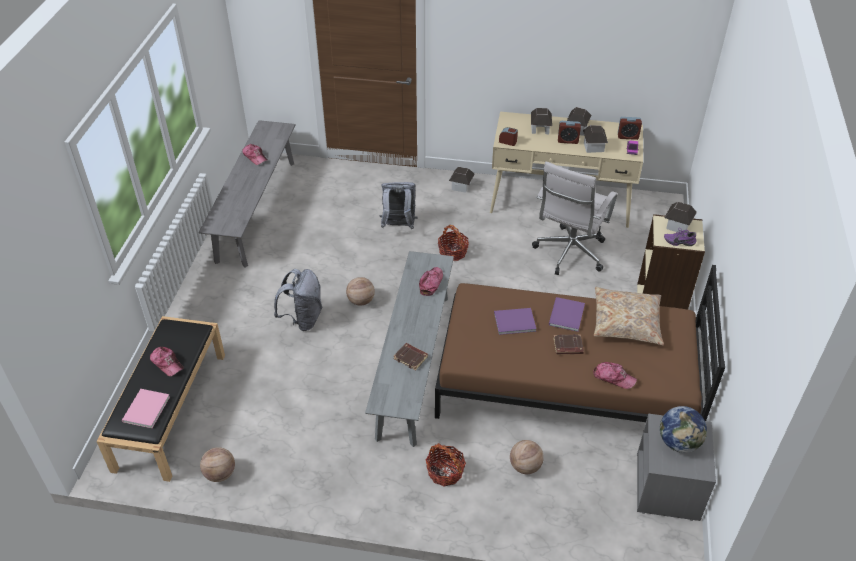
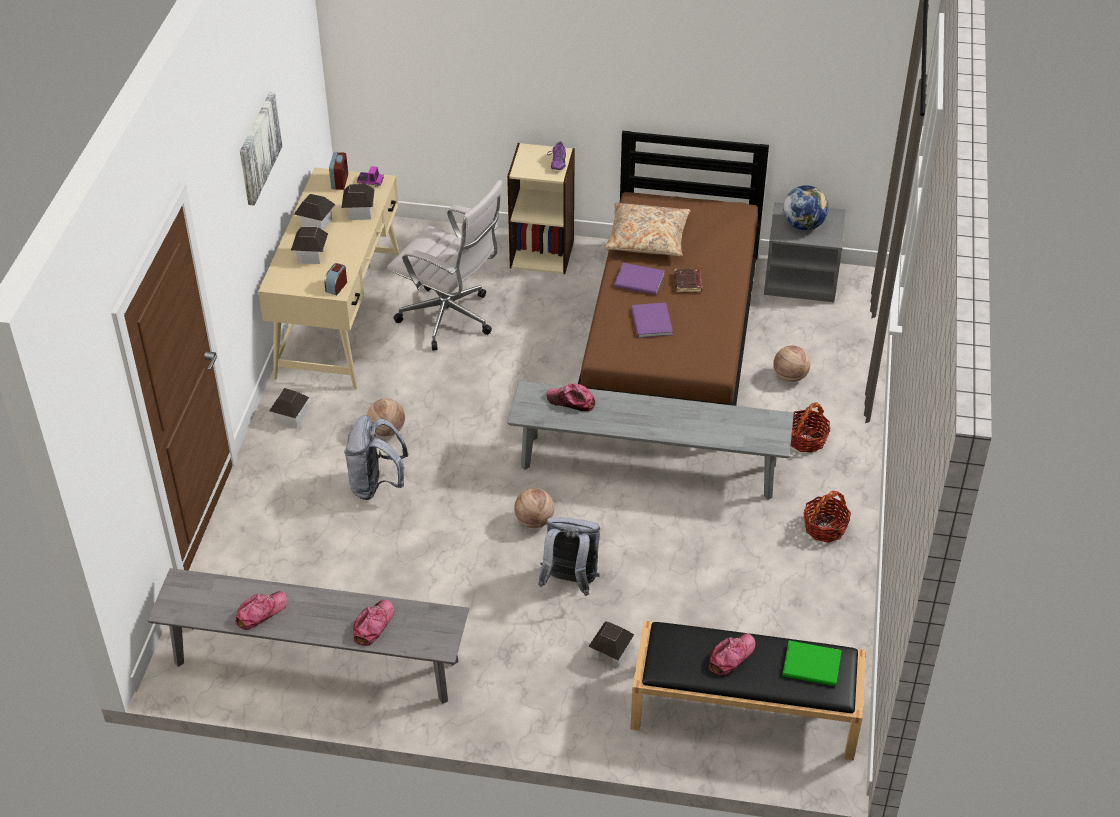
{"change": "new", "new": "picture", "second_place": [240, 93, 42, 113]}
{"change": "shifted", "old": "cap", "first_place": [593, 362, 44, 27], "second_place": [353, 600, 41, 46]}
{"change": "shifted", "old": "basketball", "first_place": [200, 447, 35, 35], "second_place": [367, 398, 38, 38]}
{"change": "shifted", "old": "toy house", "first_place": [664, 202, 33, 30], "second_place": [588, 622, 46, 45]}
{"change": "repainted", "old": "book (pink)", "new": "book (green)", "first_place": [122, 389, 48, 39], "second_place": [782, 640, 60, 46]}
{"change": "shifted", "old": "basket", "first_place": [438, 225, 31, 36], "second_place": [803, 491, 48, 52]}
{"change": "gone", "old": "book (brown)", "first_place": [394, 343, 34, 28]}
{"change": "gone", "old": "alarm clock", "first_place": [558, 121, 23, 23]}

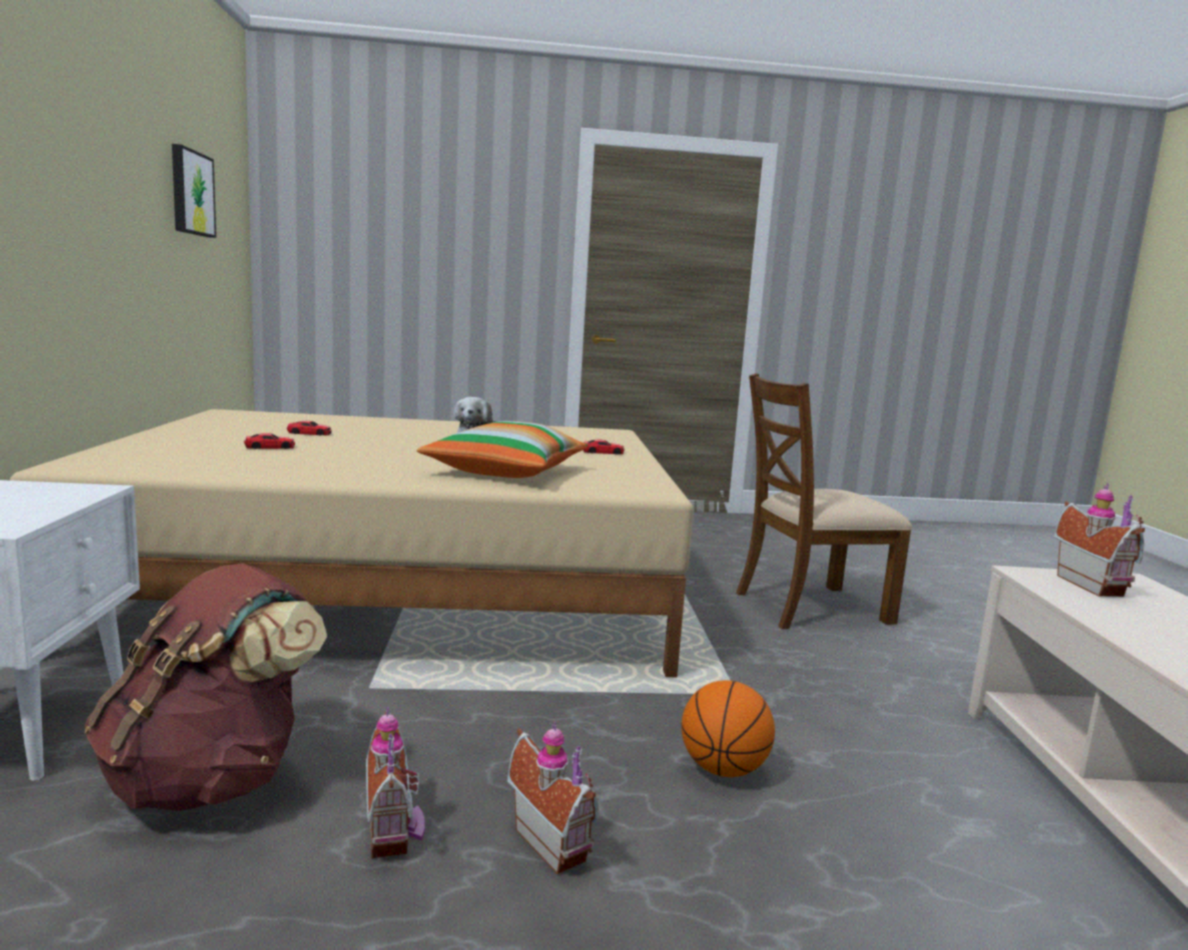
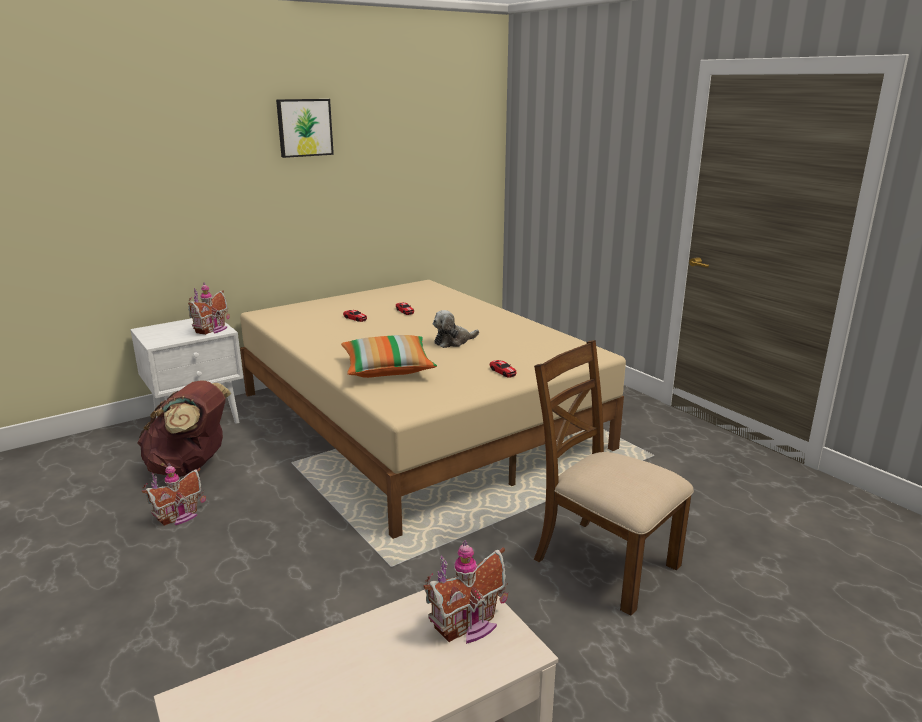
{"change": "shifted", "old": "toy house", "first_place": [507, 721, 92, 154], "second_place": [188, 282, 42, 53]}
{"change": "shifted", "old": "picture", "first_place": [172, 144, 44, 94], "second_place": [276, 99, 58, 59]}
{"change": "gone", "old": "basketball", "first_place": [681, 680, 94, 97]}

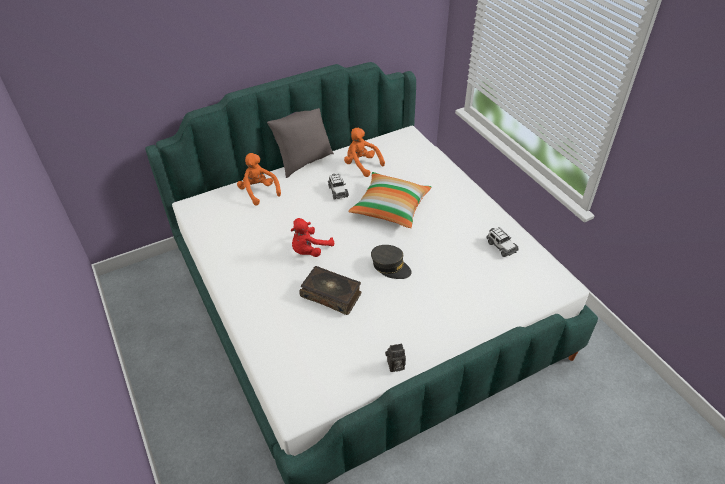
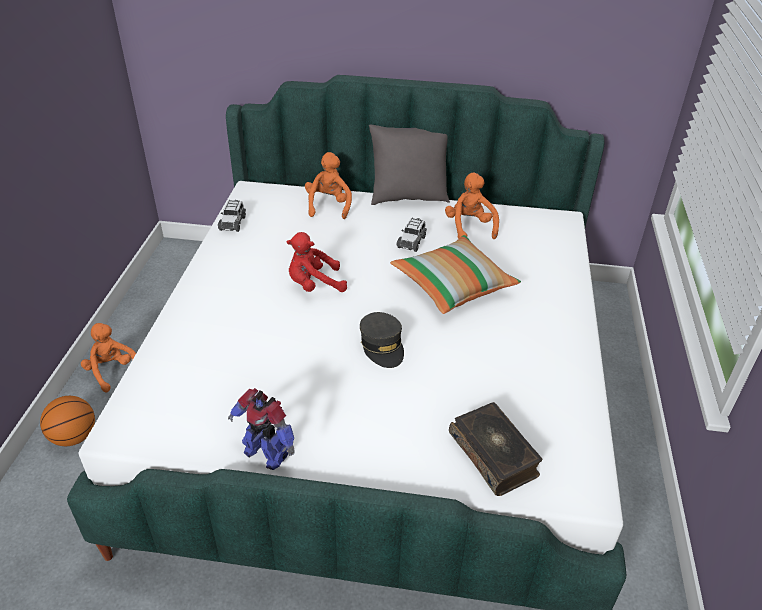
{"change": "new", "new": "basketball", "second_place": [40, 396, 55, 50]}
{"change": "new", "new": "plush toy (orange)", "second_place": [81, 323, 55, 69]}
{"change": "shifted", "old": "toy car", "first_place": [487, 227, 32, 30], "second_place": [218, 200, 28, 32]}
{"change": "swapped", "old": "photo camera", "new": "toy robot", "first_place": [385, 343, 21, 29], "second_place": [228, 388, 67, 82]}
{"change": "shifted", "old": "book", "first_place": [299, 266, 62, 49], "second_place": [449, 402, 93, 94]}

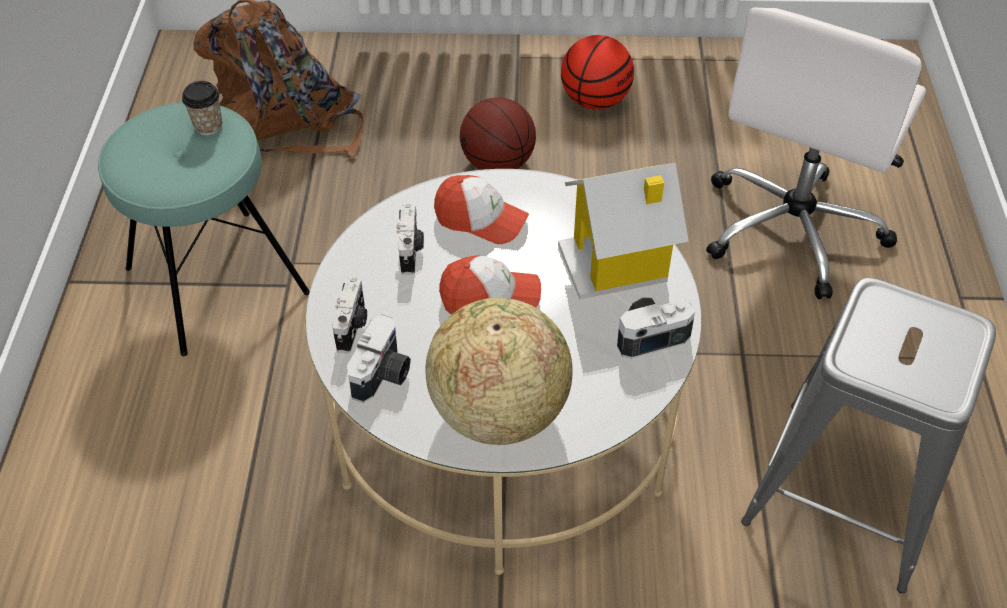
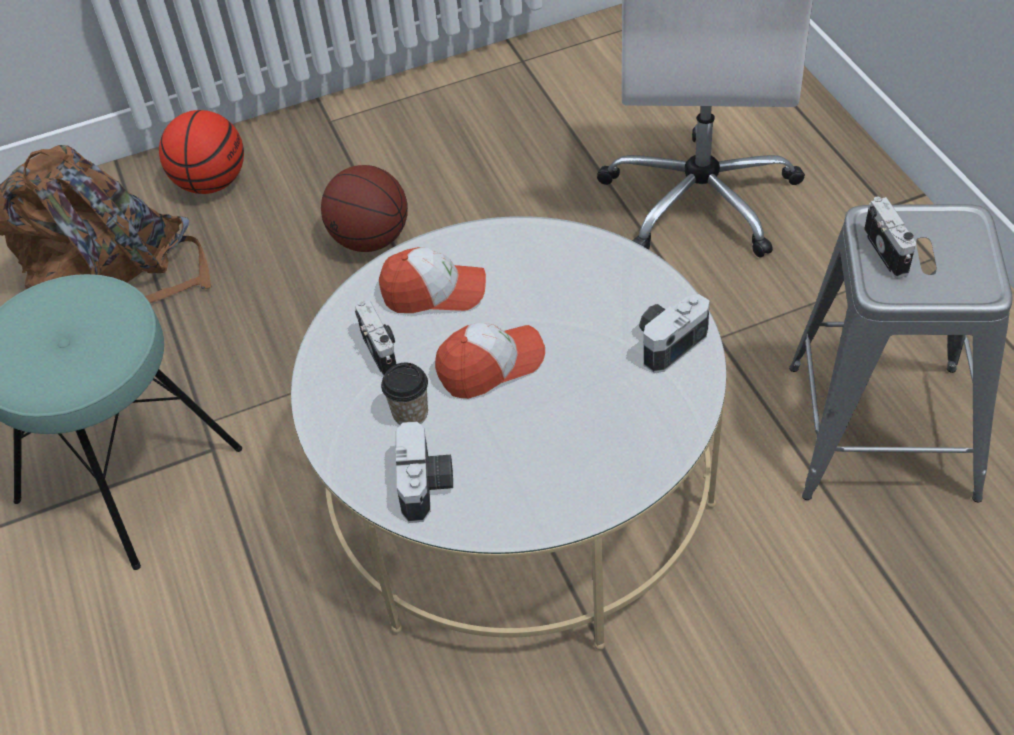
{"change": "shifted", "old": "basketball", "first_place": [561, 35, 73, 75], "second_place": [159, 110, 85, 84]}
{"change": "shifted", "old": "cup", "first_place": [182, 81, 40, 54], "second_place": [381, 363, 47, 62]}
{"change": "shifted", "old": "photo camera", "first_place": [332, 277, 35, 76], "second_place": [864, 197, 52, 81]}
{"change": "gone", "old": "globe", "first_place": [425, 297, 147, 148]}
{"change": "gone", "old": "toy house", "first_place": [558, 163, 131, 137]}

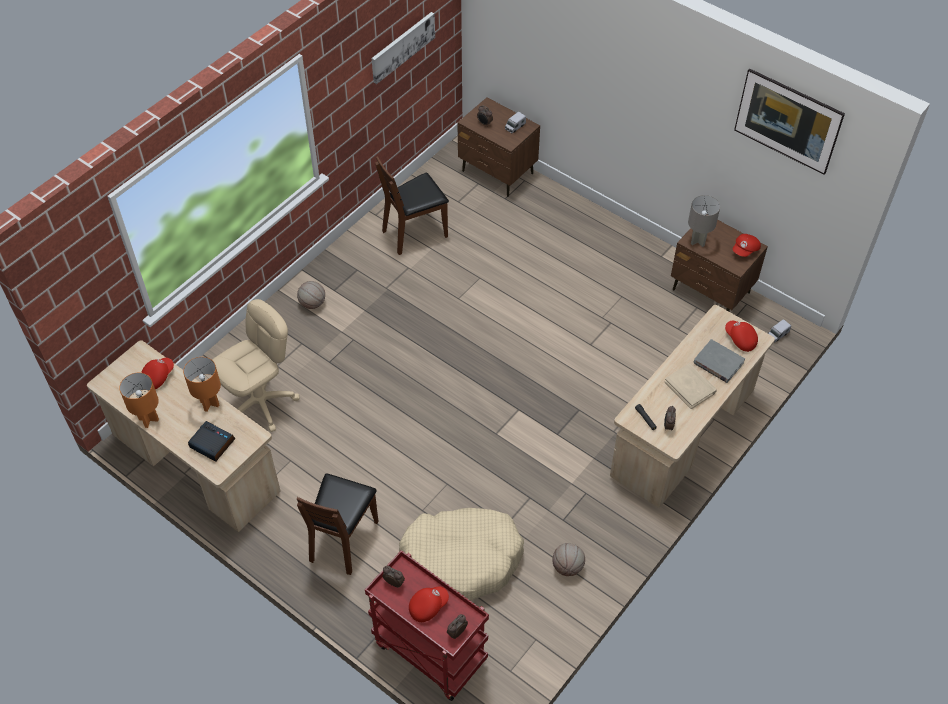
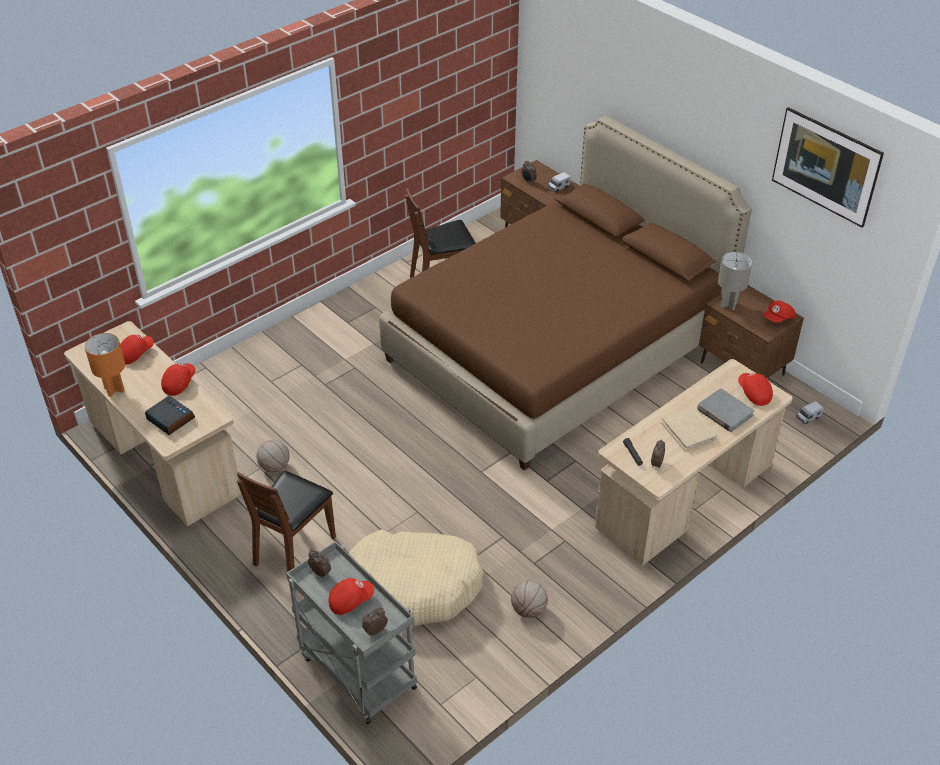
{"change": "swapped", "old": "table lamp (orange)", "new": "cap (red)", "first_place": [183, 357, 38, 55], "second_place": [161, 363, 34, 33]}
{"change": "shifted", "old": "basketball", "first_place": [297, 281, 28, 28], "second_place": [256, 440, 34, 33]}
{"change": "repainted", "old": "cart (red)", "new": "cart (grey)", "first_place": [365, 550, 124, 151], "second_place": [286, 541, 131, 184]}
{"change": "new", "new": "bed (brown)", "second_place": [379, 116, 373, 355]}
{"change": "gone", "old": "office chair (beige)", "first_place": [213, 299, 87, 133]}
{"change": "gone", "old": "picture", "first_place": [372, 12, 63, 72]}

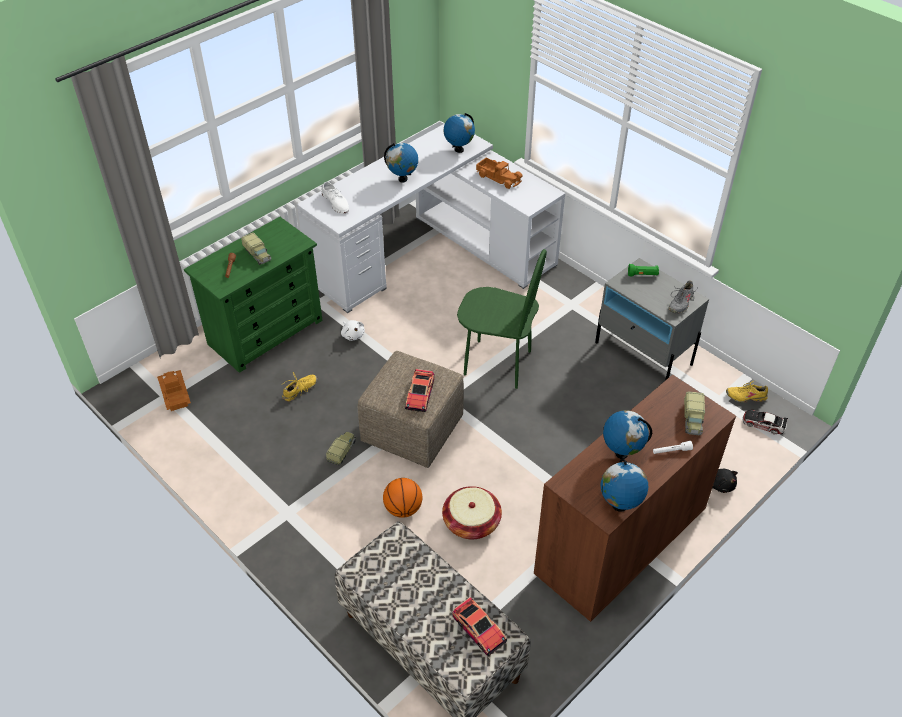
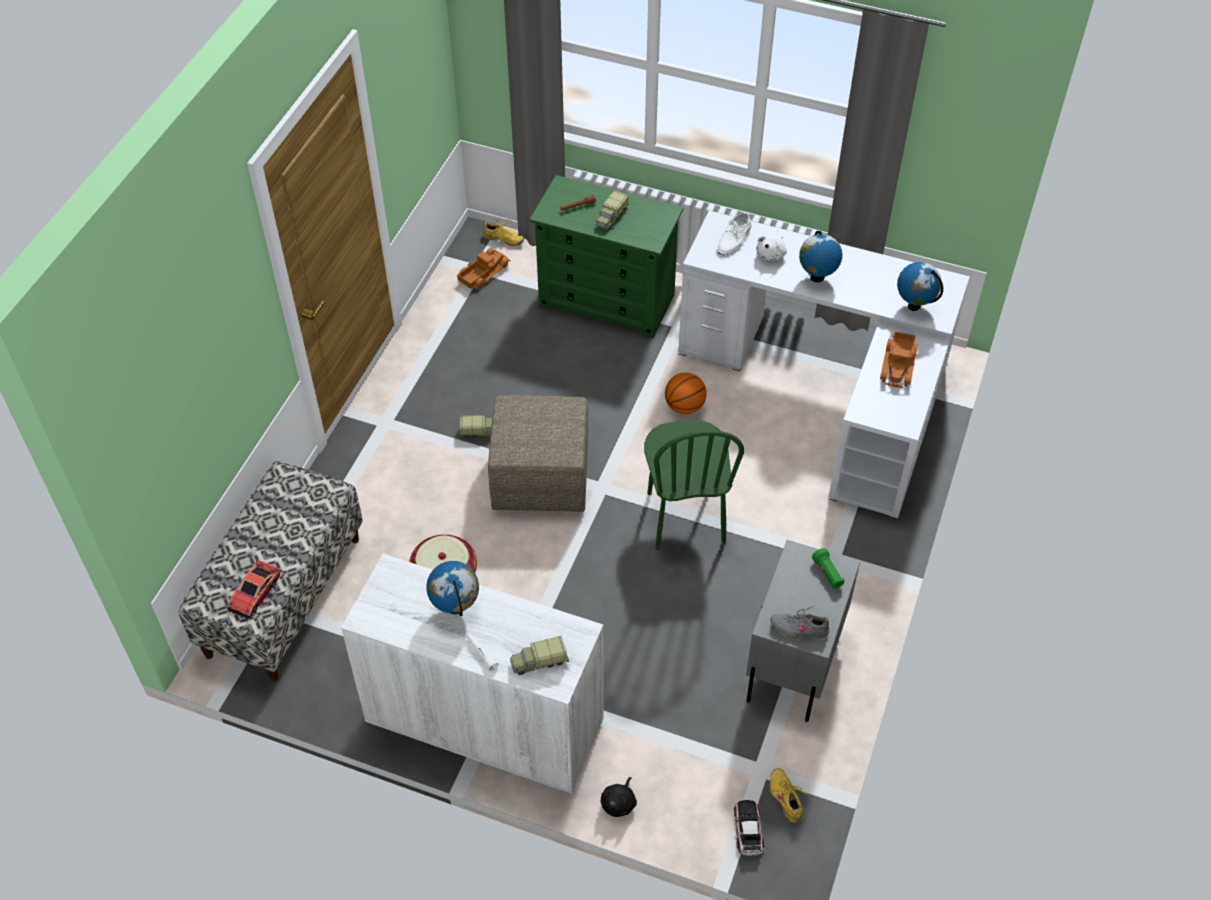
{"change": "repainted", "old": "cabinet (brown)", "new": "cabinet (white)", "first_place": [534, 375, 202, 247], "second_place": [341, 554, 263, 240]}
{"change": "shifted", "old": "shoe (yellow)", "first_place": [281, 372, 36, 30], "second_place": [483, 218, 41, 28]}
{"change": "shifted", "old": "basketball", "first_place": [383, 478, 39, 40], "second_place": [665, 373, 42, 41]}
{"change": "shifted", "old": "plush toy (white)", "first_place": [341, 320, 24, 21], "second_place": [756, 235, 31, 26]}
{"change": "gone", "old": "toy car", "first_place": [405, 369, 29, 43]}
{"change": "gone", "old": "globe", "first_place": [601, 458, 47, 54]}

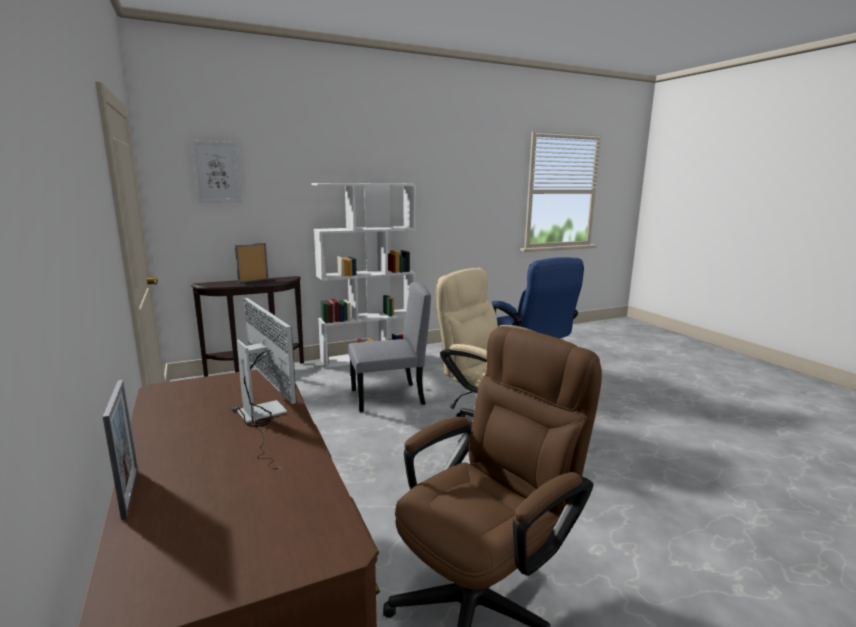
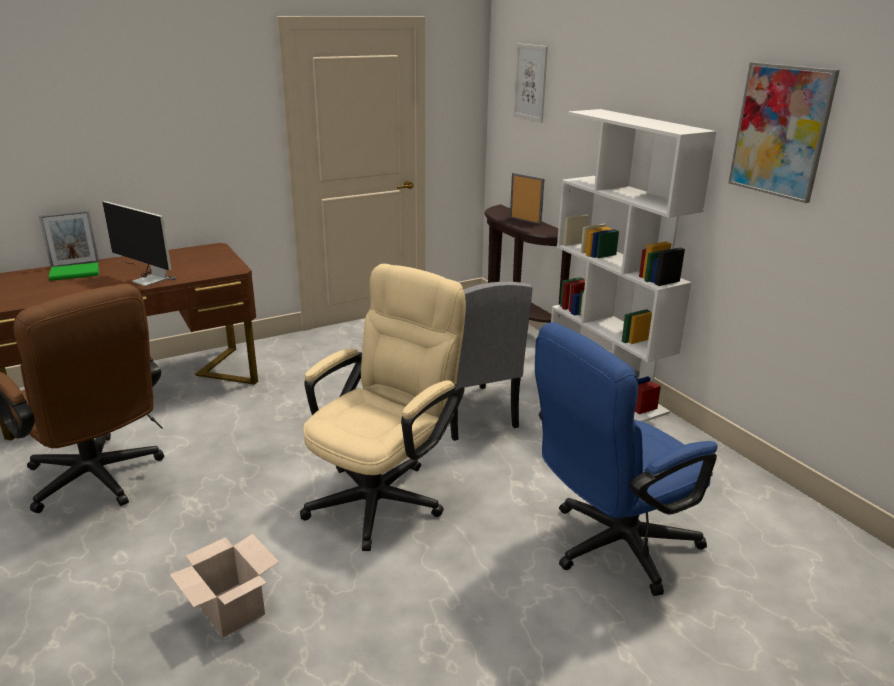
{"change": "new", "new": "book (green)", "second_place": [49, 262, 50, 19]}
{"change": "rotated", "old": "monitor", "first_place": [231, 298, 66, 171], "second_place": [102, 201, 74, 85], "degrees": 75}
{"change": "new", "new": "cardboard box", "second_place": [169, 534, 110, 104]}
{"change": "new", "new": "picture", "second_place": [728, 62, 112, 141]}

